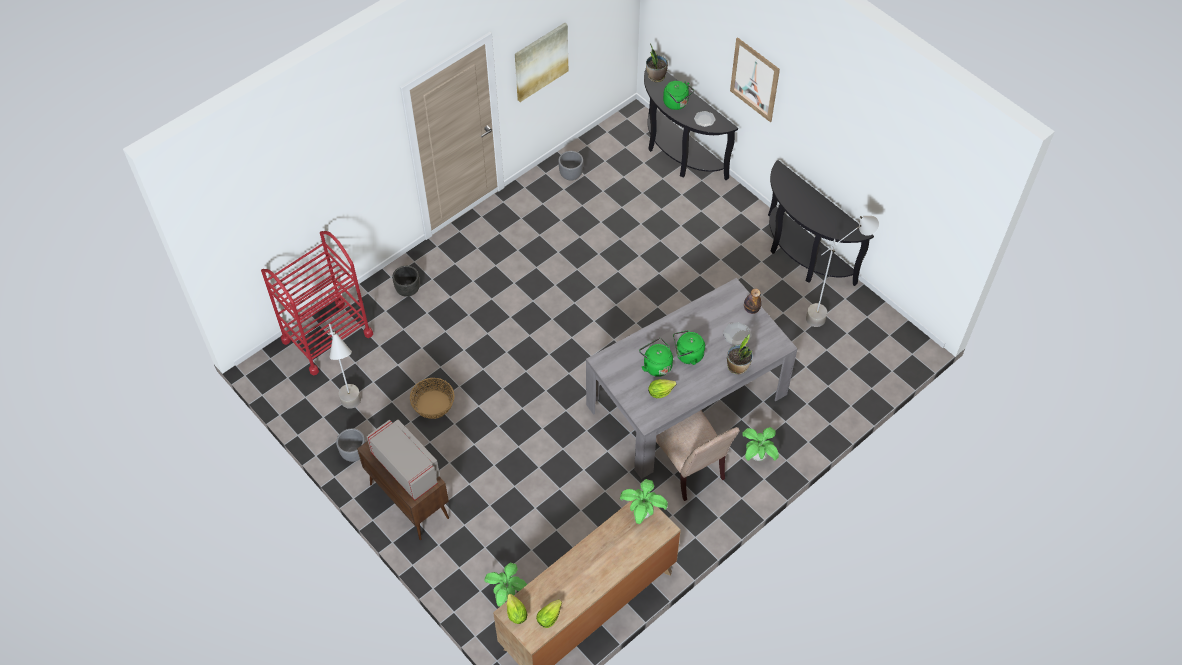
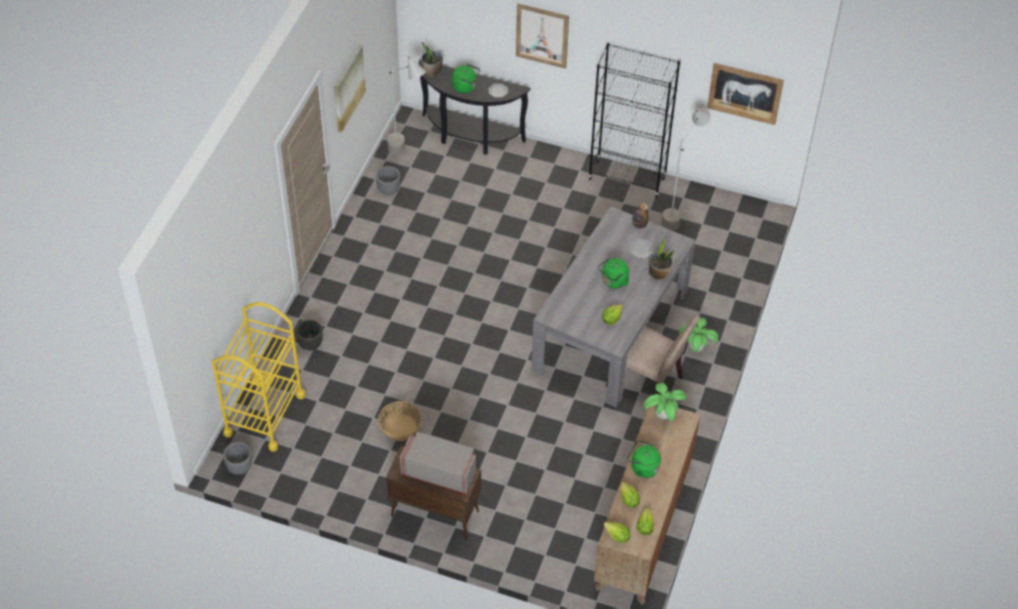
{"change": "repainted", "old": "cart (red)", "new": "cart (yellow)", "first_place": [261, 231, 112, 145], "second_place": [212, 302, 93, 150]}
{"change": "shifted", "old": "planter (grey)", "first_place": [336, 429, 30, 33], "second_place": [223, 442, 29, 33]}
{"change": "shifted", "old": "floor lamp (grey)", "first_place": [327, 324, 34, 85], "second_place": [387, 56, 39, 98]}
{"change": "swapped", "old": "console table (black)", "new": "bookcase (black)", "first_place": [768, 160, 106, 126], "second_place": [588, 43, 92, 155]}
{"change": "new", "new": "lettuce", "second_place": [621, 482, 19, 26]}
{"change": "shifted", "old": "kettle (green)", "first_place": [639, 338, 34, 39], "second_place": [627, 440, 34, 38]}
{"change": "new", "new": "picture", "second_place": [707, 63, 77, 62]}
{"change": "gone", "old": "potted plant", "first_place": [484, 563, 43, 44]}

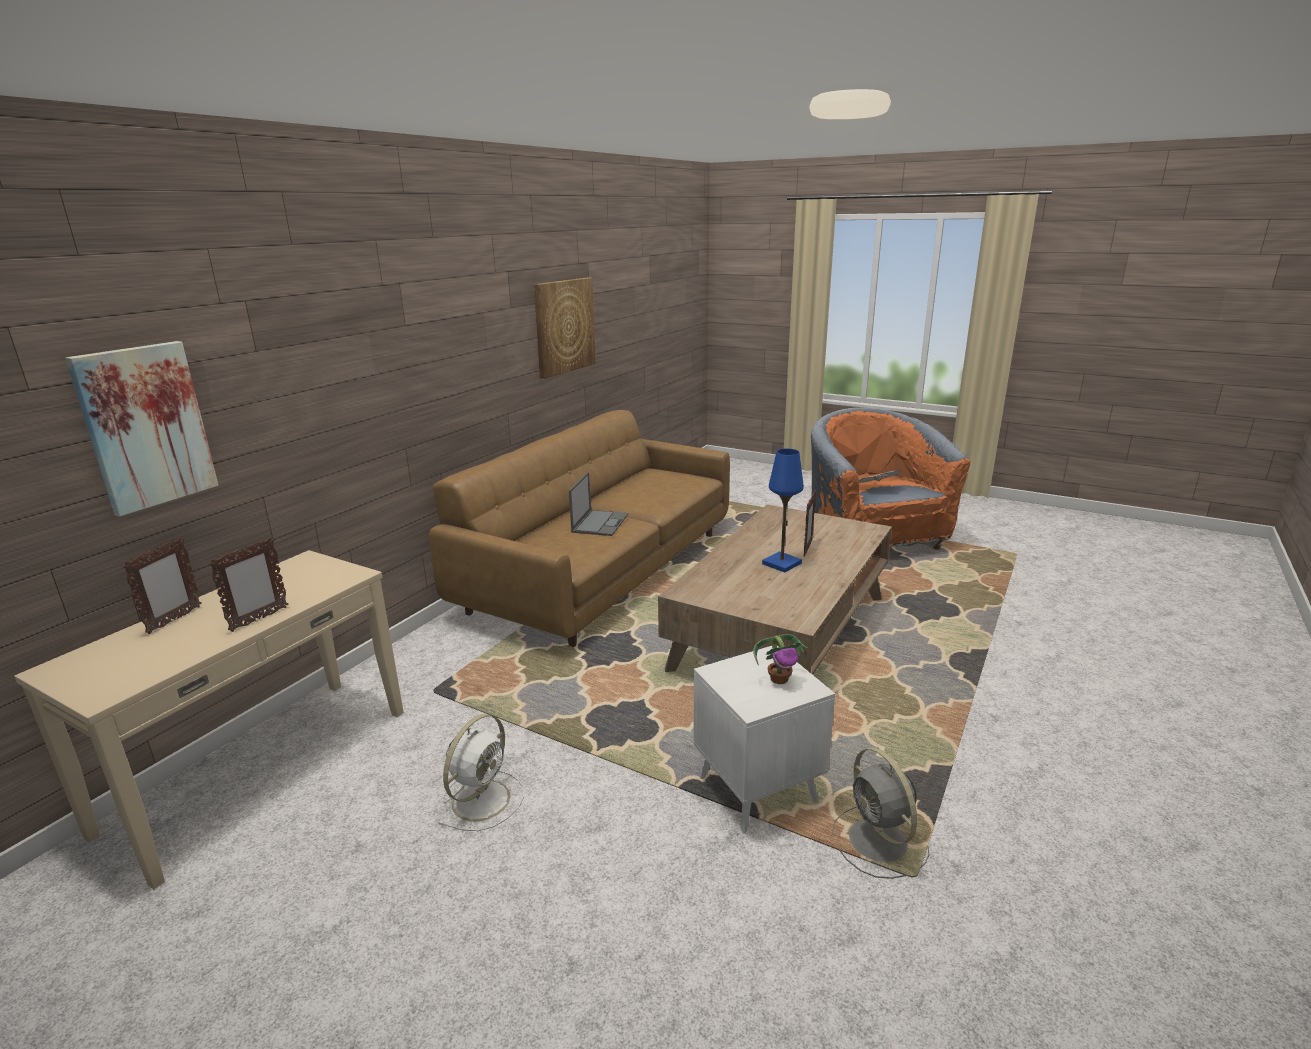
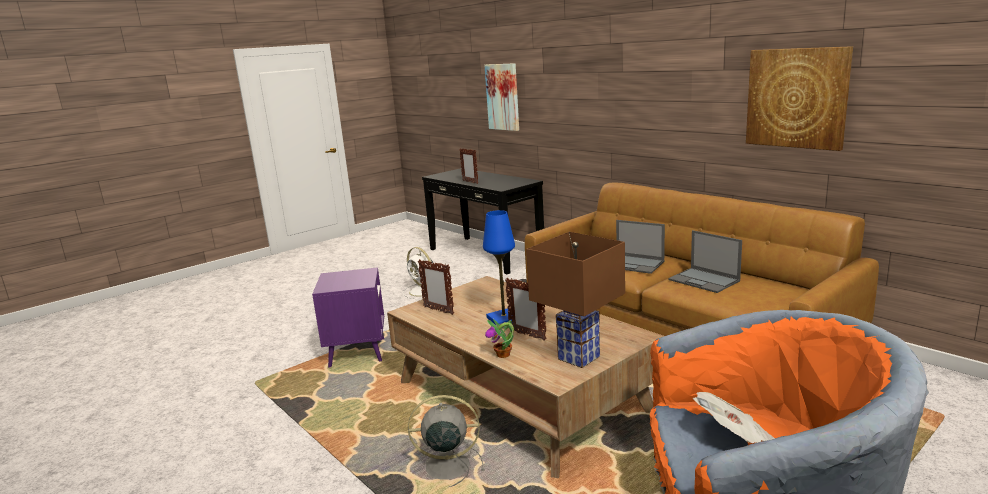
{"change": "repainted", "old": "side table (white)", "new": "side table (purple)", "first_place": [693, 646, 142, 187], "second_place": [312, 267, 72, 100]}
{"change": "shifted", "old": "fan (grey)", "first_place": [832, 748, 97, 131], "second_place": [408, 395, 77, 92]}
{"change": "shifted", "old": "picture frame", "first_place": [123, 537, 79, 97], "second_place": [418, 259, 36, 56]}
{"change": "repainted", "old": "console table (beige)", "new": "console table (black)", "first_place": [14, 550, 390, 339], "second_place": [422, 168, 122, 106]}
{"change": "shifted", "old": "potted plant", "first_place": [753, 634, 54, 50], "second_place": [485, 320, 29, 38]}
{"change": "new", "new": "table lamp (brown)", "second_place": [526, 232, 99, 136]}
{"change": "new", "new": "laptop", "second_place": [668, 230, 74, 63]}

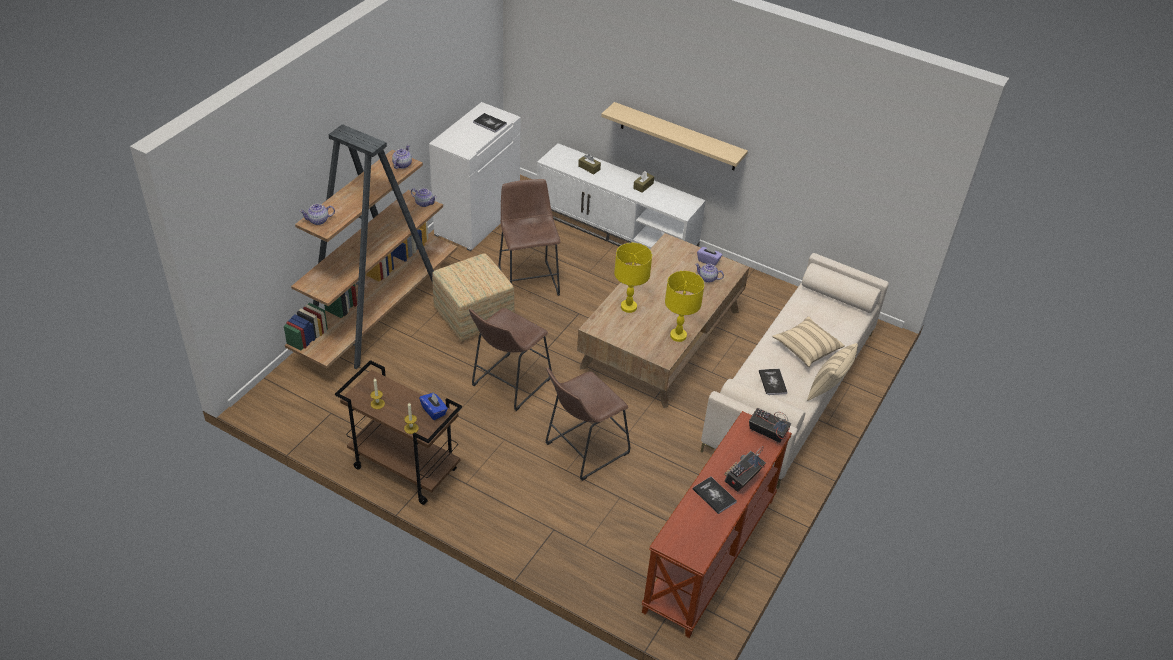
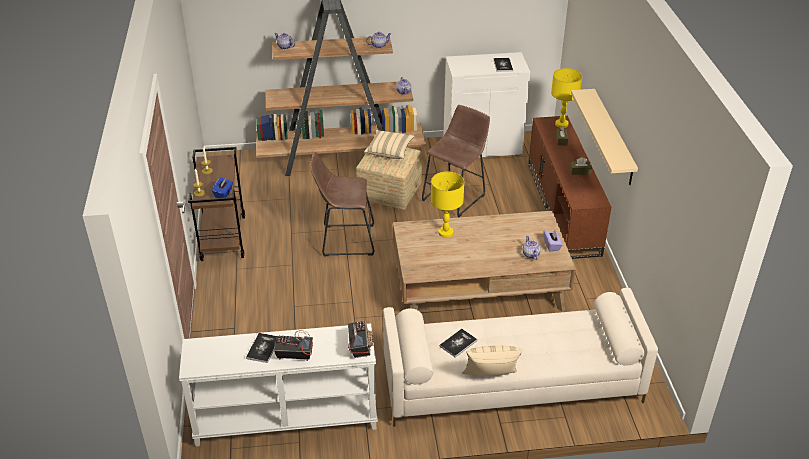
{"change": "repainted", "old": "console table (brown)", "new": "console table (white)", "first_place": [641, 411, 151, 227], "second_place": [179, 323, 199, 124]}
{"change": "shifted", "old": "pillow (beige)", "first_place": [772, 316, 73, 51], "second_place": [364, 130, 51, 29]}
{"change": "repainted", "old": "tv stand (white)", "new": "tv stand (brown)", "first_place": [537, 143, 169, 106], "second_place": [528, 116, 83, 143]}
{"change": "shifted", "old": "table lamp (yellow)", "first_place": [665, 271, 40, 71], "second_place": [551, 68, 32, 60]}
{"change": "gone", "old": "stool (brown)", "first_place": [546, 368, 84, 113]}

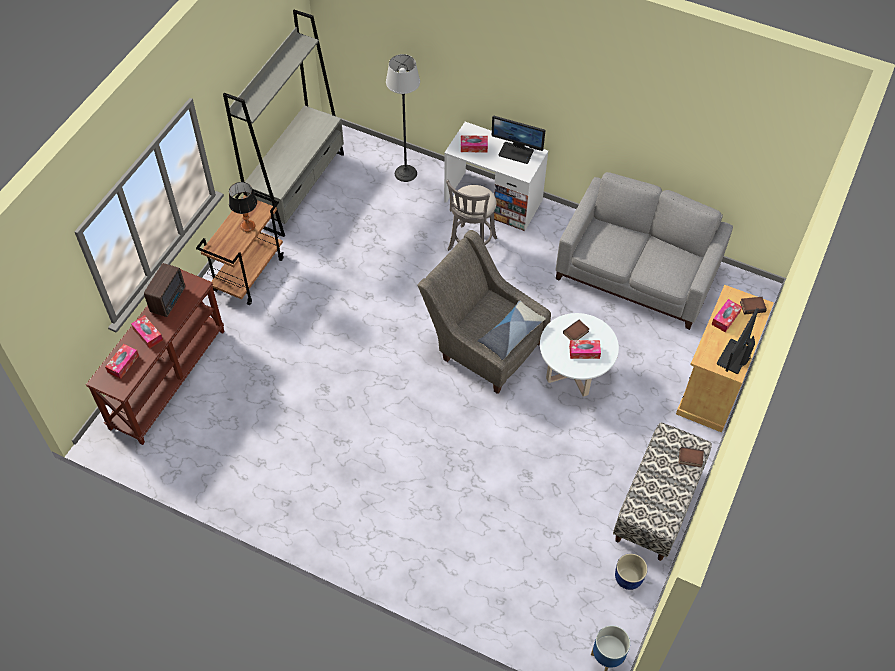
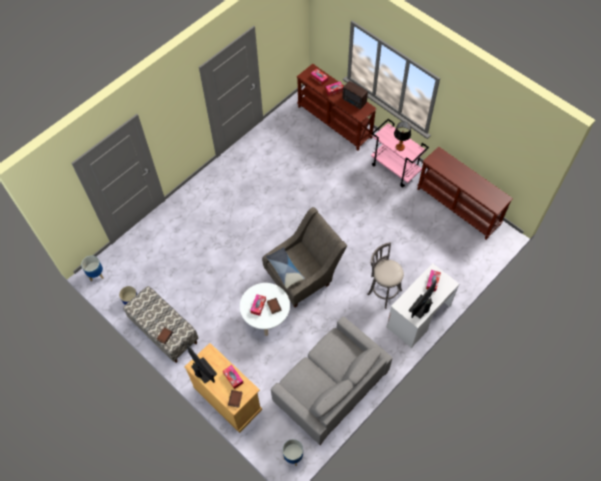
{"change": "new", "new": "planter", "second_place": [283, 439, 20, 27]}
{"change": "repainted", "old": "cart (brown)", "new": "cart (pink)", "first_place": [196, 192, 88, 113], "second_place": [371, 119, 58, 68]}
{"change": "swapped", "old": "bookcase (grey)", "new": "console table (brown)", "first_place": [223, 10, 121, 227], "second_place": [417, 146, 96, 94]}
{"change": "gone", "old": "floor lamp", "first_place": [386, 54, 34, 128]}

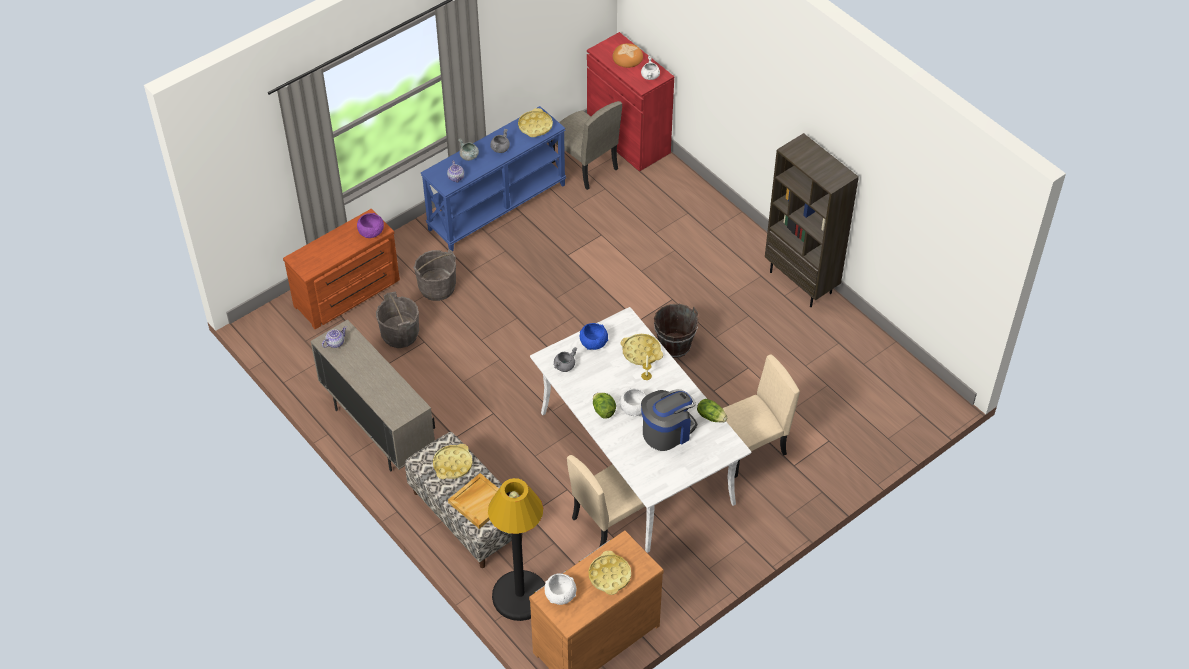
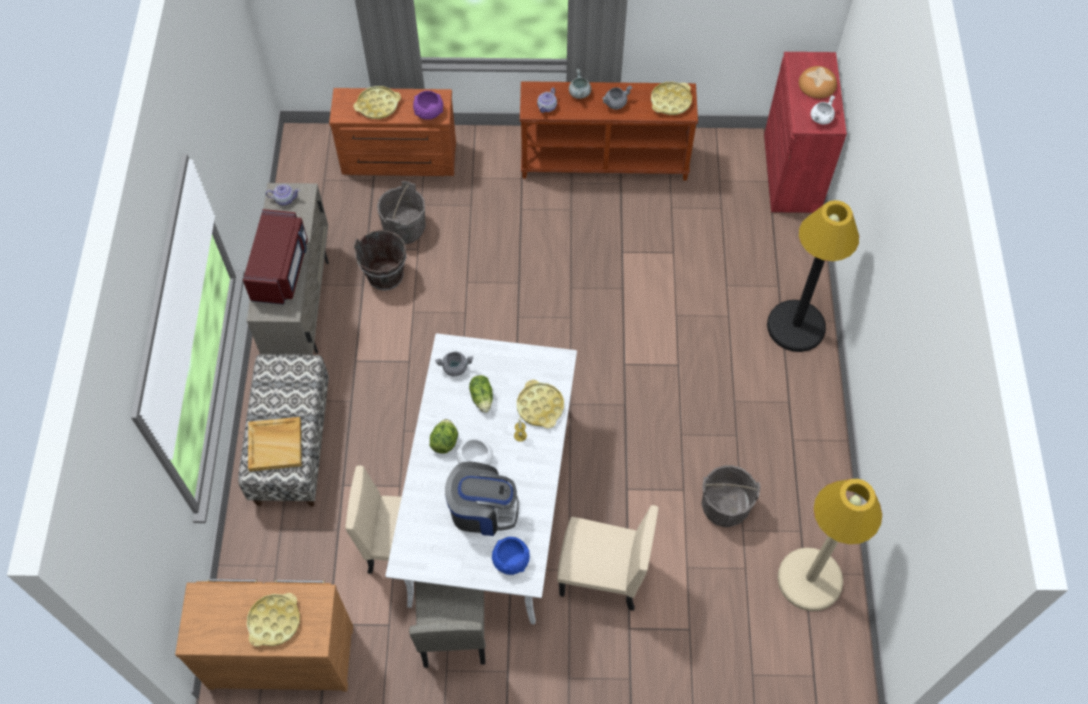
{"change": "new", "new": "microwave (red)", "second_place": [243, 209, 65, 96]}
{"change": "shifted", "old": "tray (yellow)", "first_place": [433, 444, 40, 35], "second_place": [353, 86, 48, 33]}
{"change": "shifted", "old": "bucket (brown)", "first_place": [654, 304, 45, 54], "second_place": [354, 230, 52, 61]}
{"change": "shifted", "old": "chair (beige)", "first_place": [551, 101, 71, 89], "second_place": [409, 582, 77, 86]}
{"change": "shifted", "old": "lettuce", "first_place": [697, 399, 30, 24], "second_place": [469, 375, 24, 38]}
{"change": "shifted", "old": "bowl (blue)", "first_place": [580, 323, 29, 27], "second_place": [492, 537, 38, 38]}
{"change": "repainted", "old": "console table (blue)", "new": "console table (brown)", "first_place": [421, 106, 145, 145], "second_place": [520, 81, 178, 99]}
{"change": "shifted", "old": "bucket (grey)", "first_place": [413, 249, 43, 52], "second_place": [701, 465, 59, 62]}
{"change": "shifted", "old": "floor lamp (black)", "first_place": [488, 478, 57, 143], "second_place": [767, 200, 92, 152]}
{"change": "new", "new": "floor lamp (beige)", "second_place": [778, 479, 104, 132]}
{"change": "gone", "old": "bowl (white)", "first_place": [545, 573, 32, 32]}
{"change": "gone", "old": "bookcase (brown)", "first_place": [765, 133, 94, 174]}

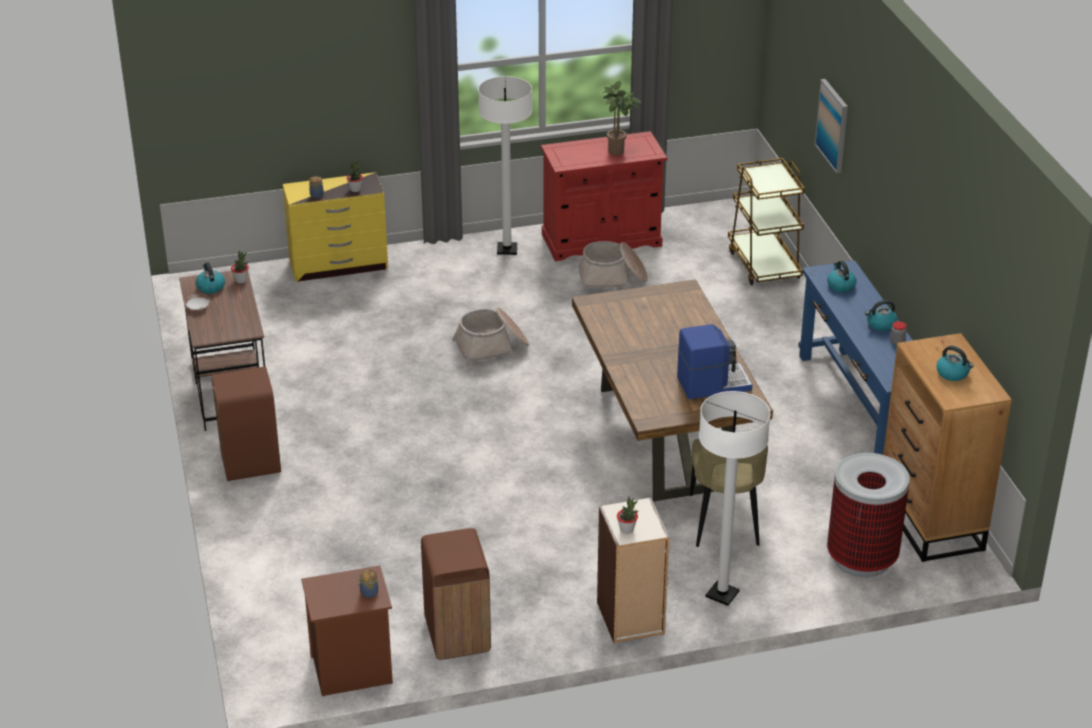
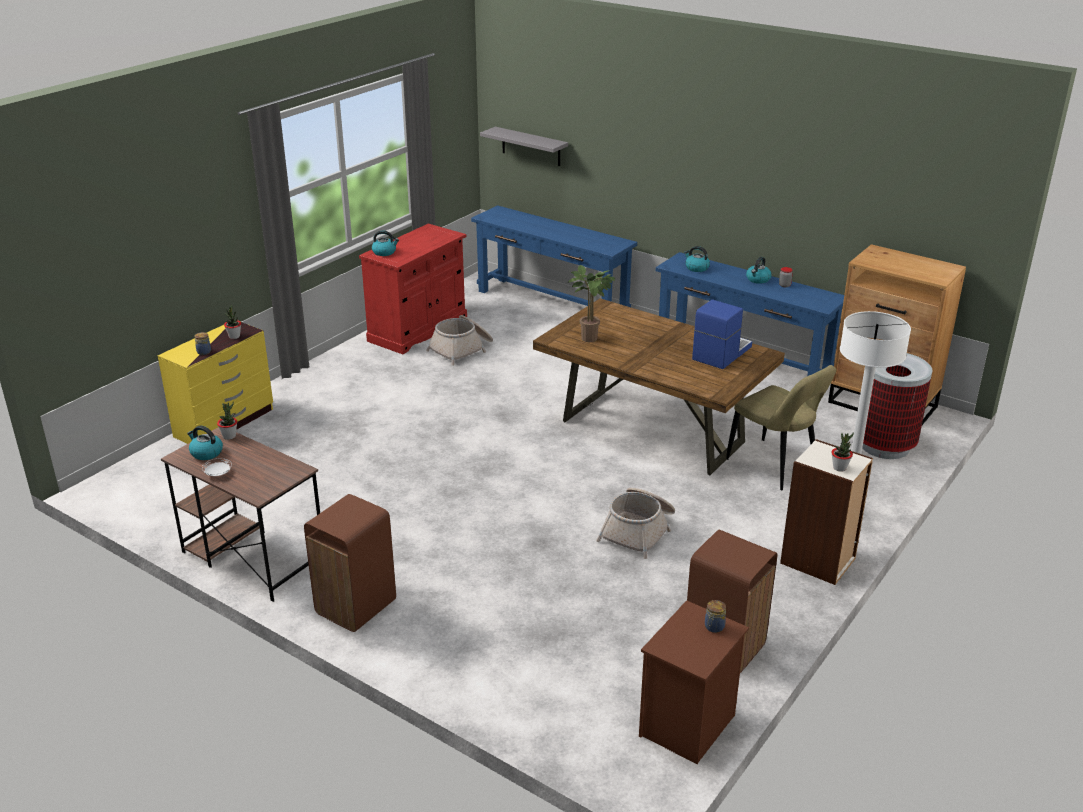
{"change": "shifted", "old": "kettle", "first_place": [936, 346, 38, 35], "second_place": [372, 231, 27, 25]}
{"change": "swapped", "old": "cart (brown)", "new": "console table (blue)", "first_place": [728, 158, 77, 127], "second_place": [471, 205, 166, 102]}
{"change": "new", "new": "shelf (grey)", "second_place": [480, 127, 88, 39]}
{"change": "shifted", "old": "potted plant", "first_place": [602, 81, 39, 74], "second_place": [568, 265, 48, 77]}
{"change": "shifted", "old": "basket", "first_place": [452, 308, 77, 59], "second_place": [596, 488, 79, 71]}
{"change": "gone", "old": "floor lamp (white)", "first_place": [478, 76, 54, 179]}
{"change": "gone", "old": "picture", "first_place": [815, 79, 33, 94]}

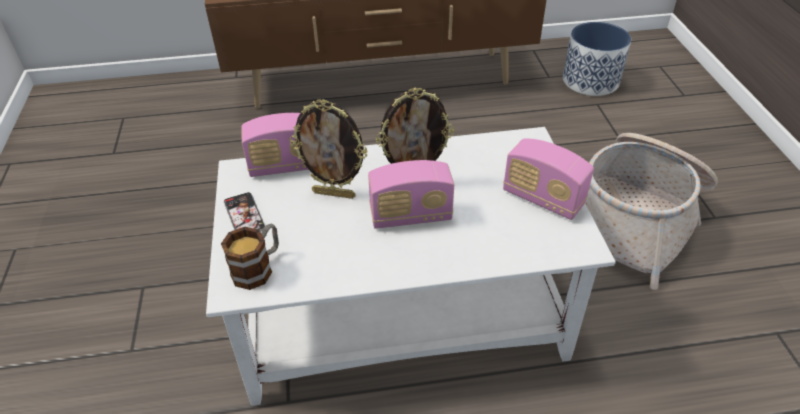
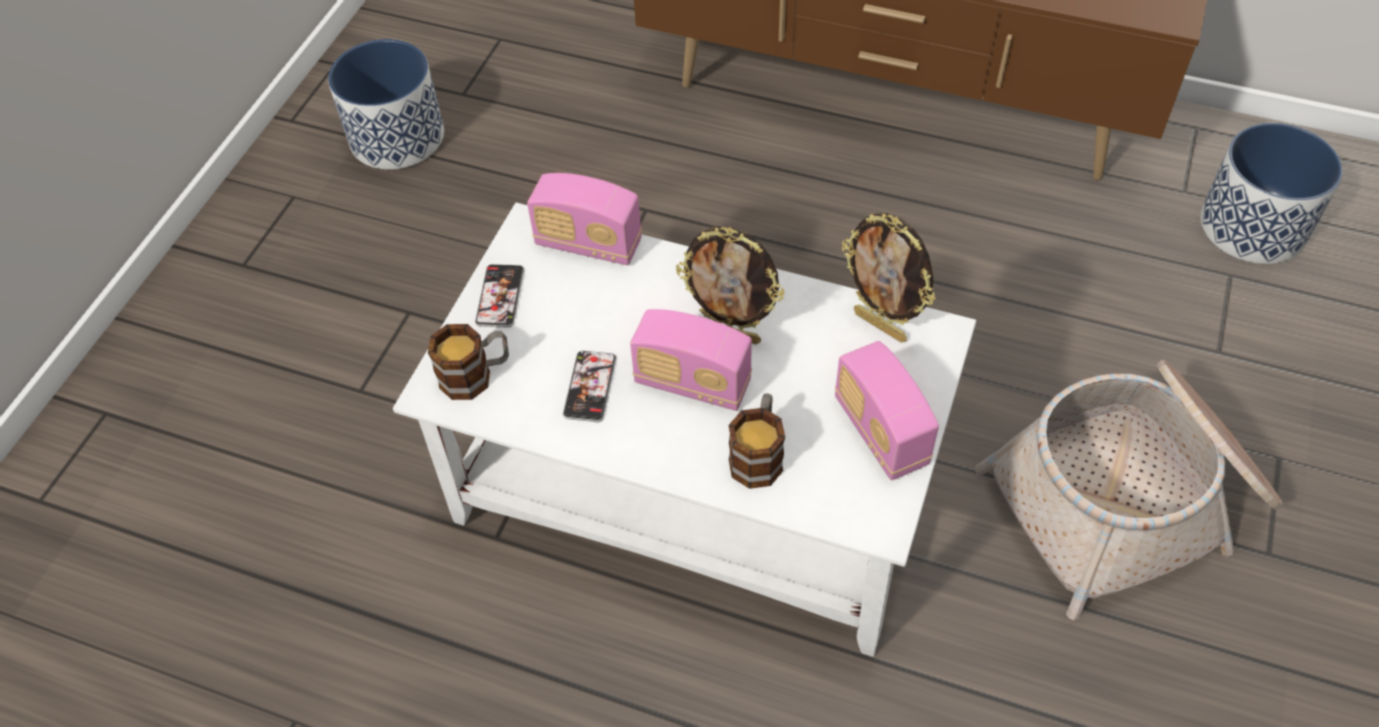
{"change": "new", "new": "planter", "second_place": [328, 39, 116, 131]}
{"change": "new", "new": "phone", "second_place": [563, 351, 53, 71]}
{"change": "new", "new": "mug", "second_place": [728, 393, 57, 96]}
{"change": "shifted", "old": "picture frame", "first_place": [289, 99, 79, 100], "second_place": [842, 213, 94, 129]}

